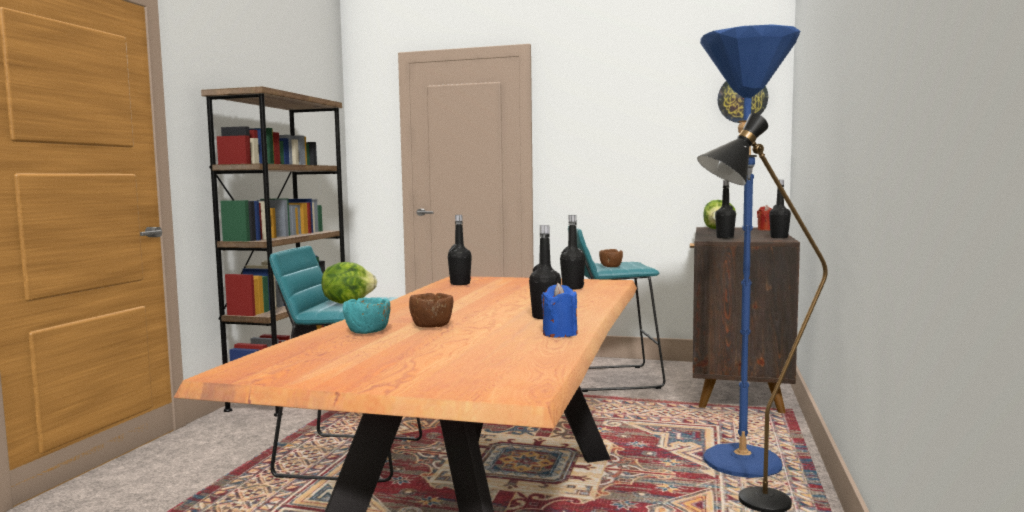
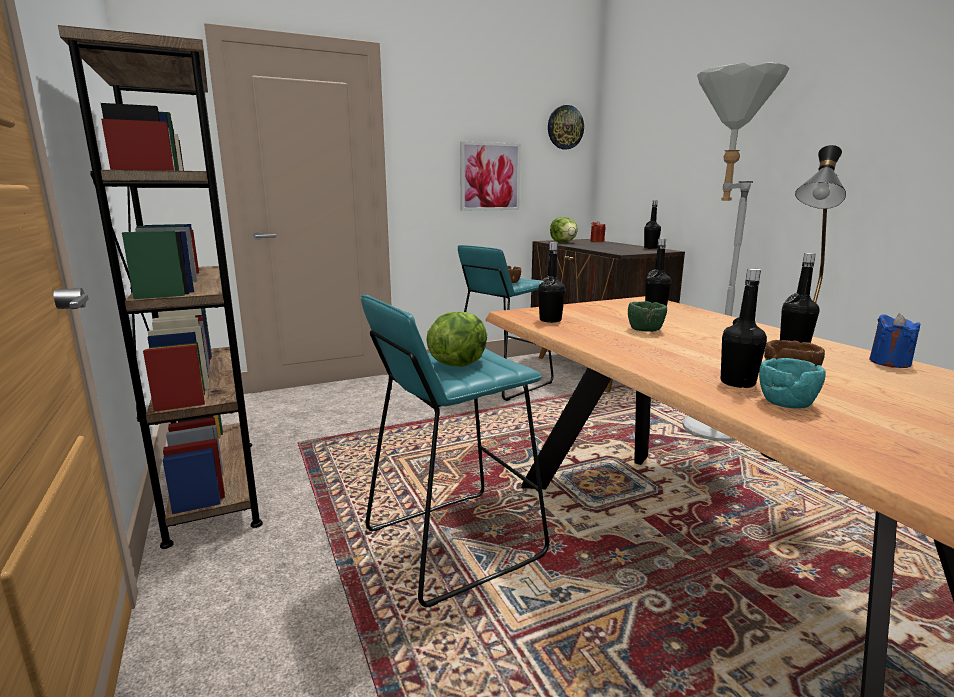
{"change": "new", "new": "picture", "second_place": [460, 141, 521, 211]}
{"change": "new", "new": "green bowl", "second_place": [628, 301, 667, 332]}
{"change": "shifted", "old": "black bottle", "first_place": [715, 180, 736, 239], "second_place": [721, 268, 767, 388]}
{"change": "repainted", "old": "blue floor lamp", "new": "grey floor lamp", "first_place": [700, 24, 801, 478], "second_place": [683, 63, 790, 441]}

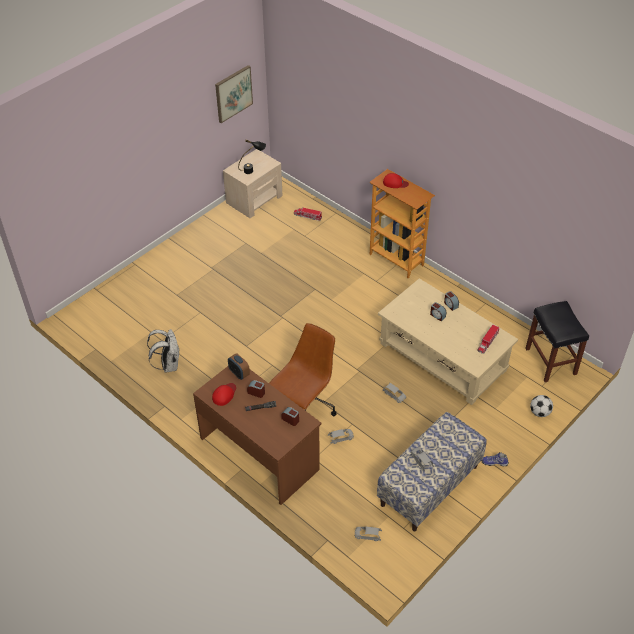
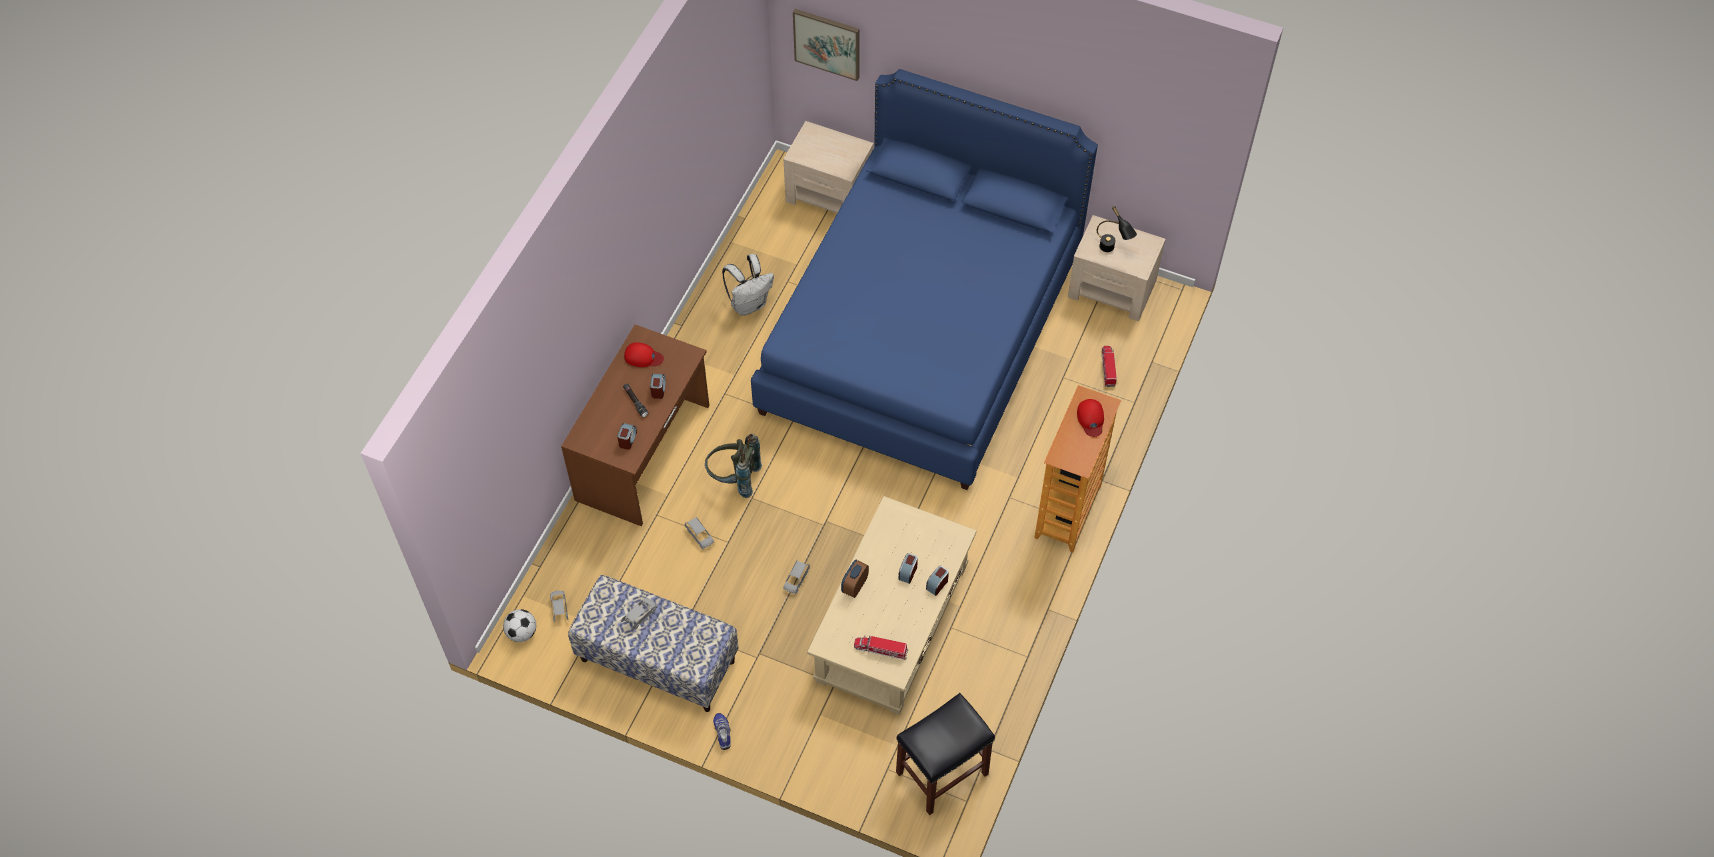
{"change": "new", "new": "blue bed", "second_place": [751, 69, 1098, 490]}
{"change": "new", "new": "beige nightstand", "second_place": [784, 121, 874, 213]}
{"change": "shifted", "old": "picture", "first_place": [215, 65, 253, 123], "second_place": [793, 9, 859, 81]}
{"change": "shifted", "old": "alarm clock", "first_place": [228, 353, 250, 380], "second_place": [841, 560, 869, 598]}
{"change": "shifted", "old": "football", "first_place": [530, 395, 553, 417], "second_place": [503, 609, 536, 642]}
{"change": "swapped", "old": "brown office chair", "new": "grey backpack", "first_place": [269, 323, 336, 416], "second_place": [705, 433, 762, 498]}

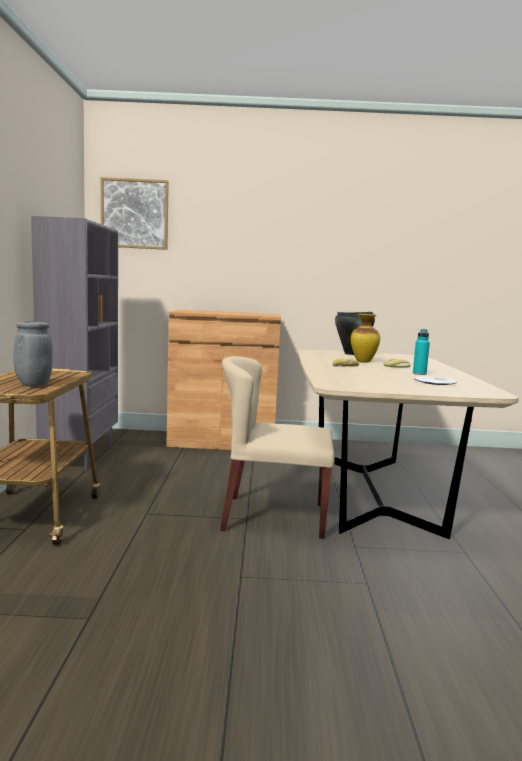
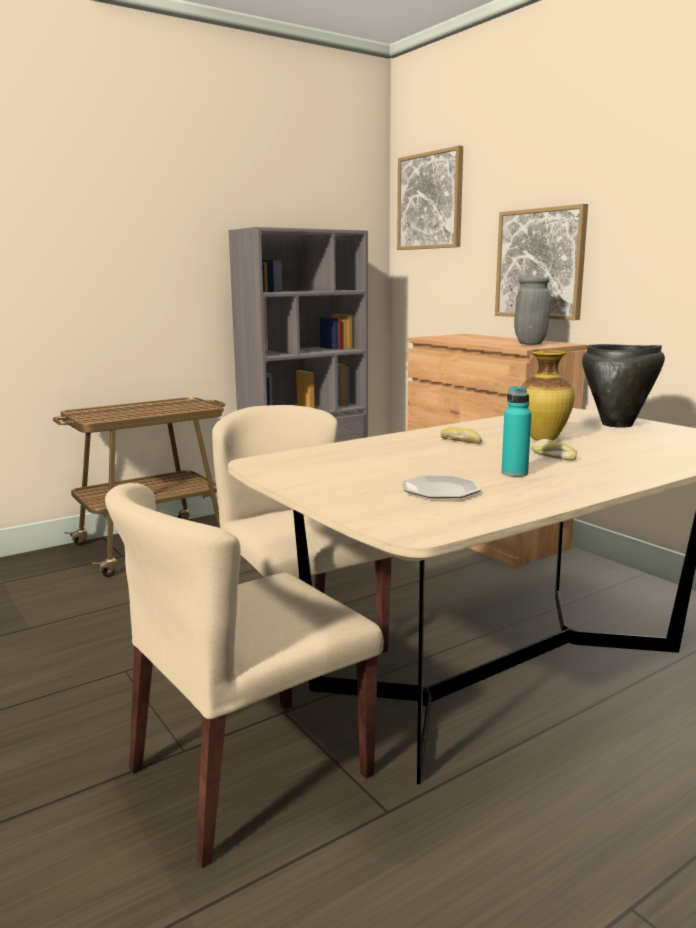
{"change": "new", "new": "beige chair", "second_place": [105, 483, 384, 868]}
{"change": "new", "new": "picture", "second_place": [495, 204, 588, 320]}
{"change": "shifted", "old": "grey vase", "first_place": [14, 321, 53, 387], "second_place": [514, 277, 551, 345]}

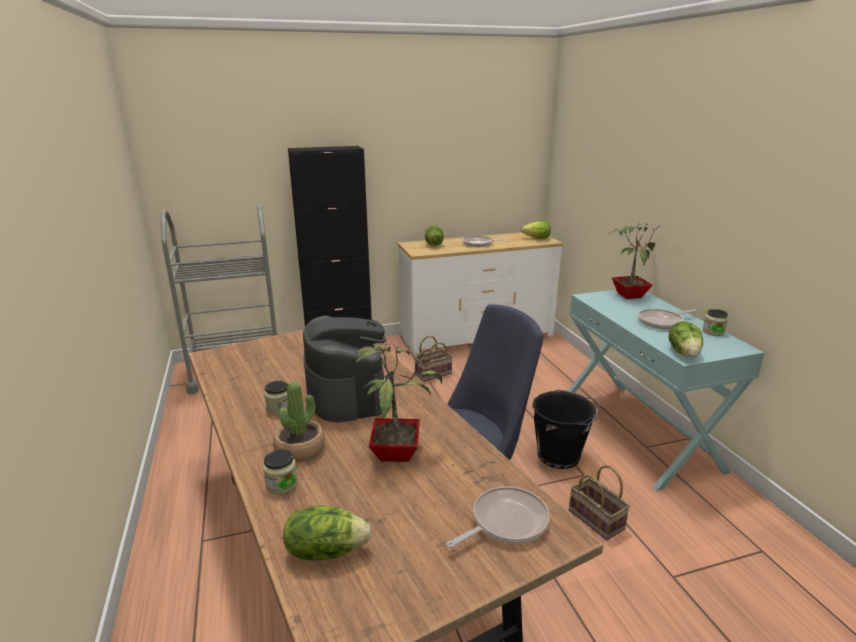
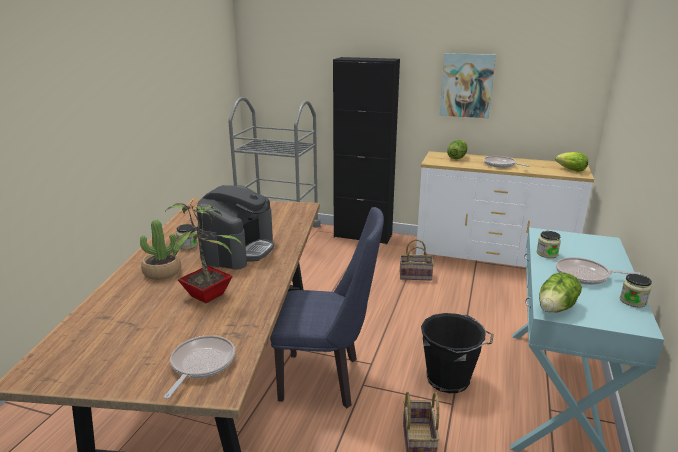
{"change": "gone", "old": "lettuce", "first_place": [283, 505, 371, 561]}
{"change": "gone", "old": "potted plant", "first_place": [609, 222, 659, 299]}
{"change": "new", "new": "picture", "second_place": [440, 53, 496, 118]}
{"change": "shifted", "old": "jar", "first_place": [263, 450, 298, 494], "second_place": [537, 231, 561, 258]}
{"change": "rotated", "old": "frying pan", "first_place": [447, 486, 550, 548], "second_place": [164, 335, 235, 399], "degrees": -75}

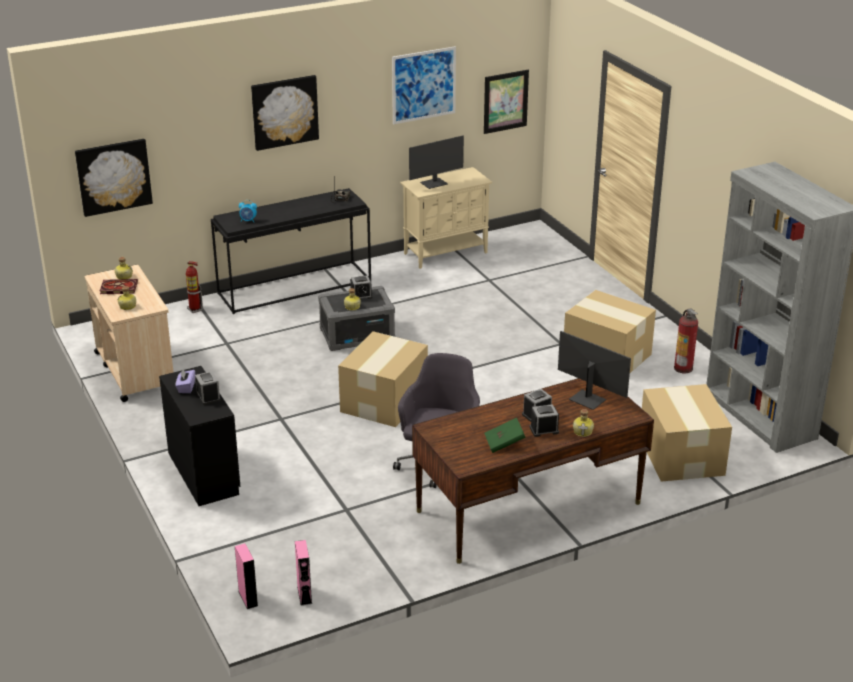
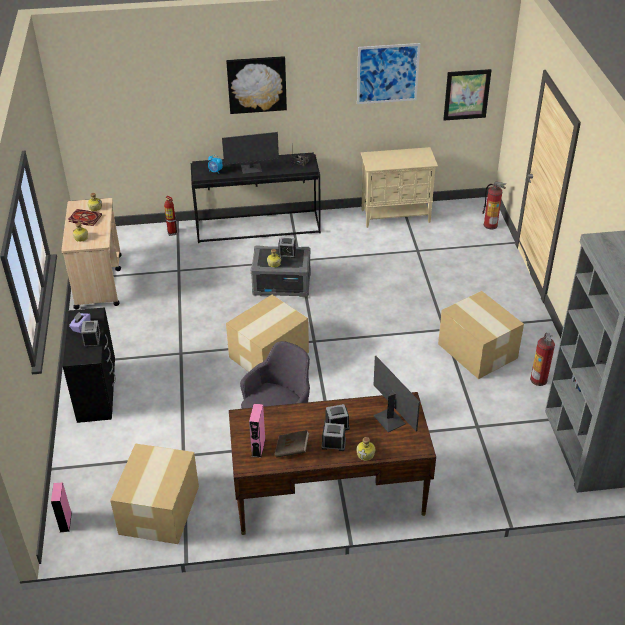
{"change": "gone", "old": "picture", "first_place": [75, 139, 153, 217]}
{"change": "new", "new": "fire extinguisher", "second_place": [482, 182, 506, 230]}
{"change": "shifted", "old": "pink speaker", "first_place": [295, 540, 312, 605], "second_place": [249, 404, 266, 458]}
{"change": "shifted", "old": "monitor", "first_place": [409, 135, 464, 189], "second_place": [222, 132, 279, 174]}
{"change": "shifted", "old": "cardboard box", "first_place": [642, 384, 732, 482], "second_place": [110, 443, 199, 544]}
{"change": "repainted", "old": "green book", "new": "brown book", "first_place": [484, 418, 526, 453], "second_place": [275, 430, 309, 458]}

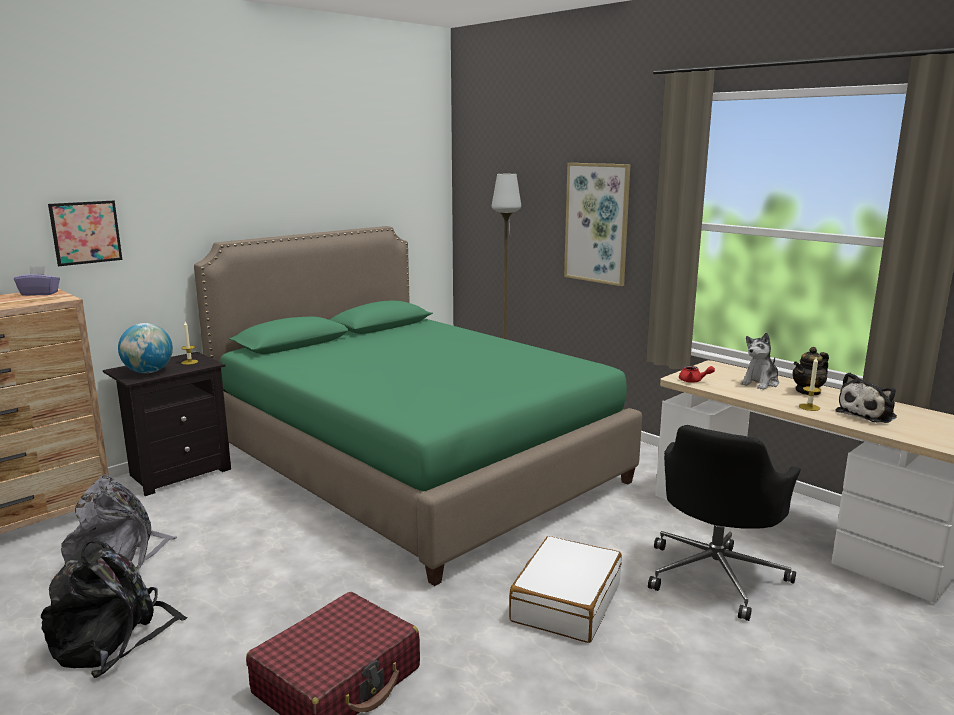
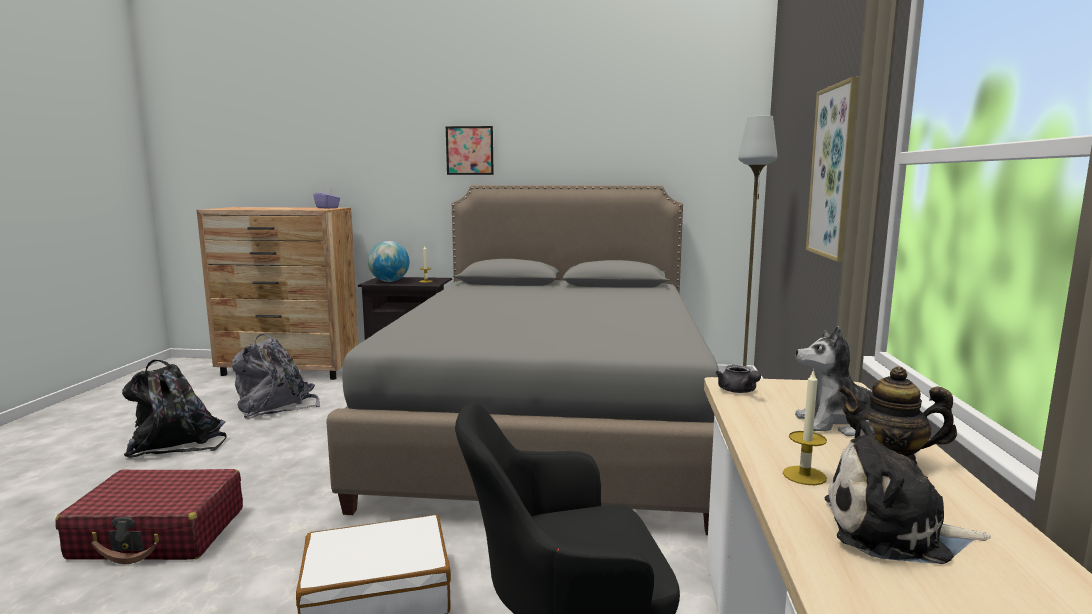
{"change": "shifted", "old": "picture", "first_place": [48, 201, 122, 266], "second_place": [446, 126, 494, 175]}
{"change": "repainted", "old": "green bed", "new": "grey bed", "first_place": [194, 226, 642, 586], "second_place": [326, 185, 719, 535]}
{"change": "repainted", "old": "red teapot", "new": "grey teapot", "first_place": [679, 366, 715, 383], "second_place": [716, 365, 761, 393]}

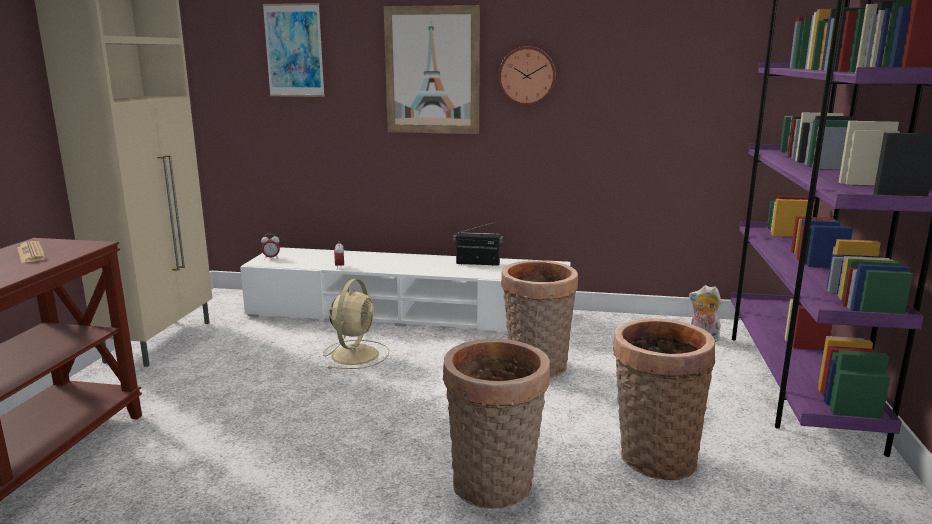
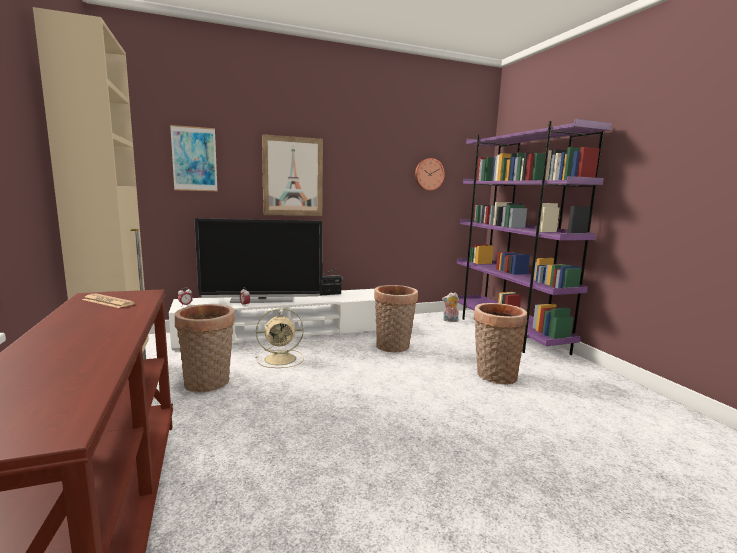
{"change": "new", "new": "television", "second_place": [194, 218, 323, 303]}
{"change": "shifted", "old": "basket", "first_place": [443, 339, 550, 509], "second_place": [175, 304, 235, 393]}
{"change": "shifted", "old": "wall clock", "first_place": [498, 46, 556, 106], "second_place": [415, 158, 445, 191]}
{"change": "rotated", "old": "beige fan", "first_place": [323, 279, 389, 369], "second_place": [255, 308, 304, 368], "degrees": 90}

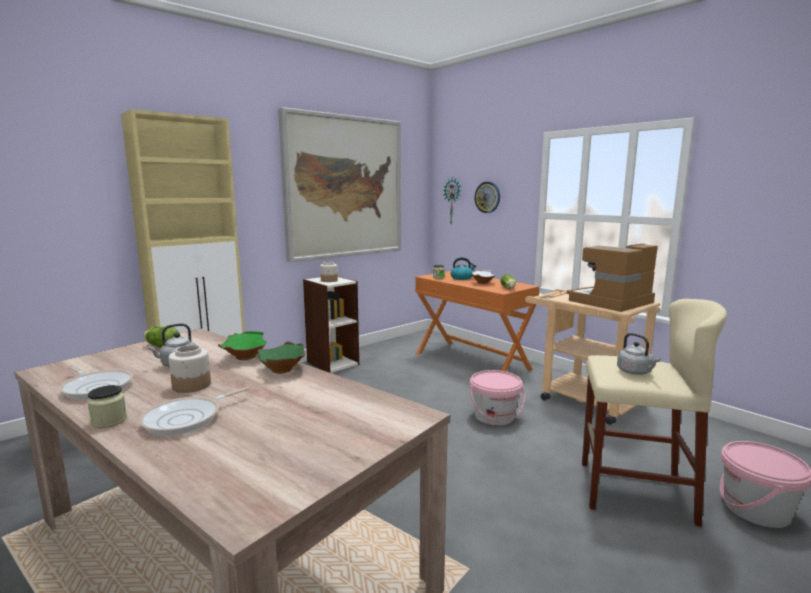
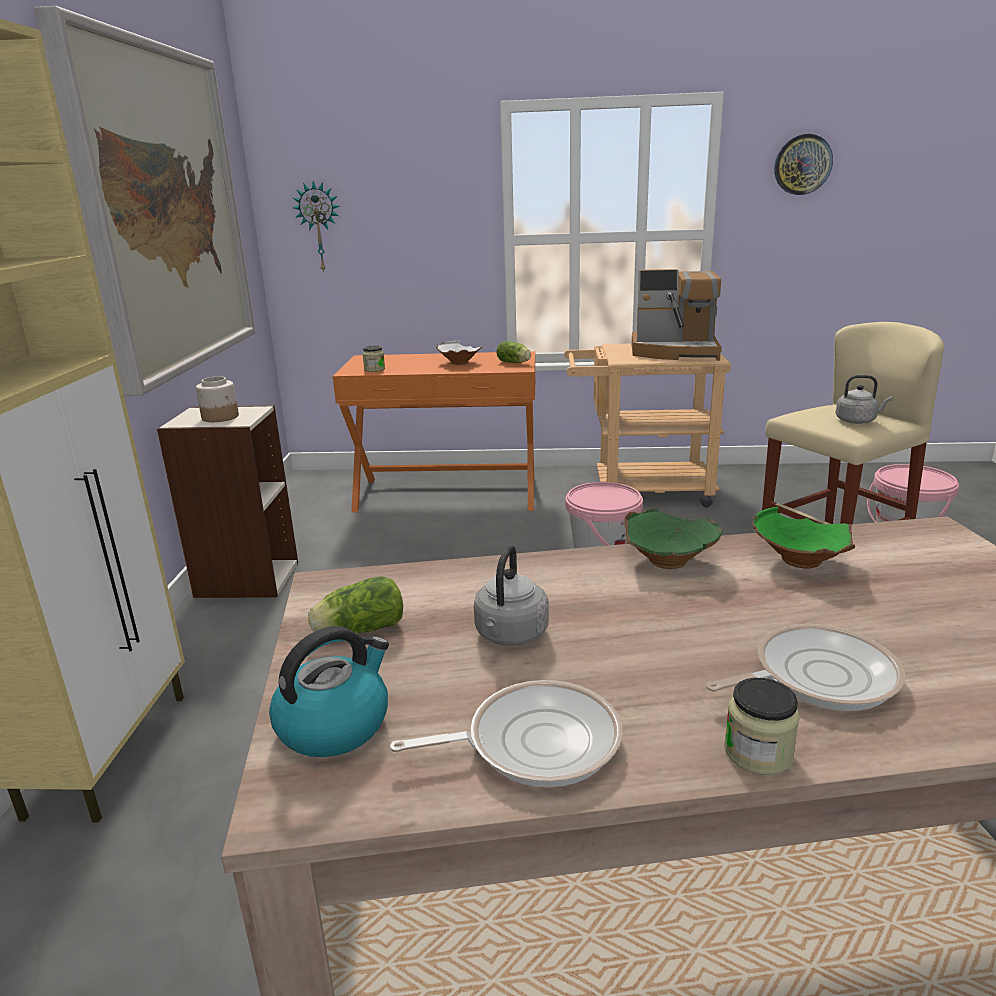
{"change": "gone", "old": "jar", "first_place": [169, 345, 211, 393]}
{"change": "shifted", "old": "green bowl", "first_place": [218, 331, 267, 360], "second_place": [753, 507, 855, 569]}
{"change": "shifted", "old": "kettle", "first_place": [451, 257, 476, 280], "second_place": [269, 626, 389, 757]}
{"change": "shifted", "old": "wall clock", "first_place": [475, 182, 500, 213], "second_place": [774, 134, 833, 195]}
{"change": "rotated", "old": "frying pan", "first_place": [139, 387, 249, 436], "second_place": [706, 624, 905, 711], "degrees": -105}
{"change": "rotated", "old": "coffee machine", "first_place": [567, 244, 658, 312], "second_place": [632, 269, 722, 361], "degrees": -90}

